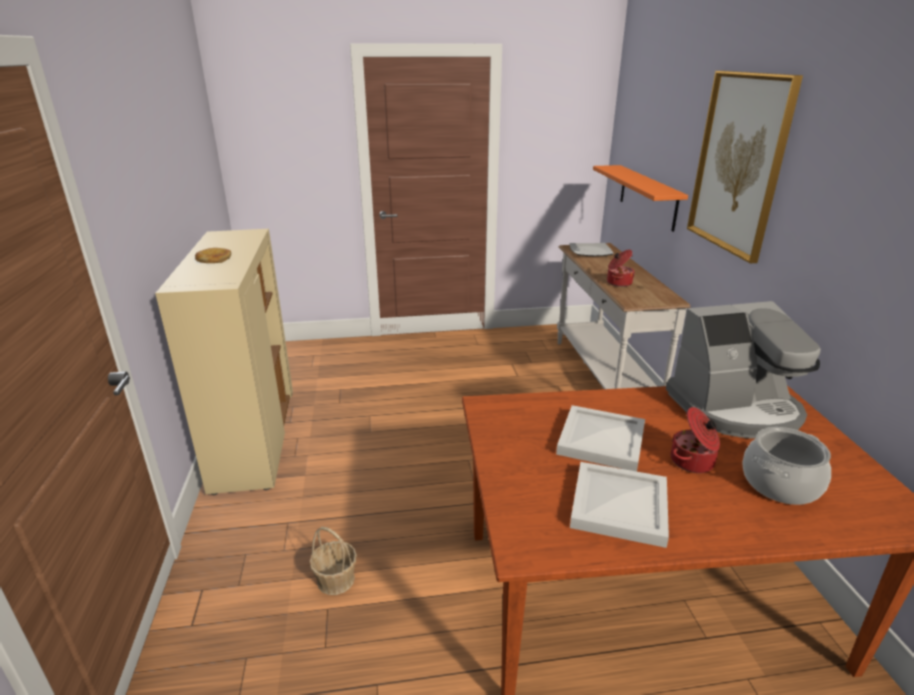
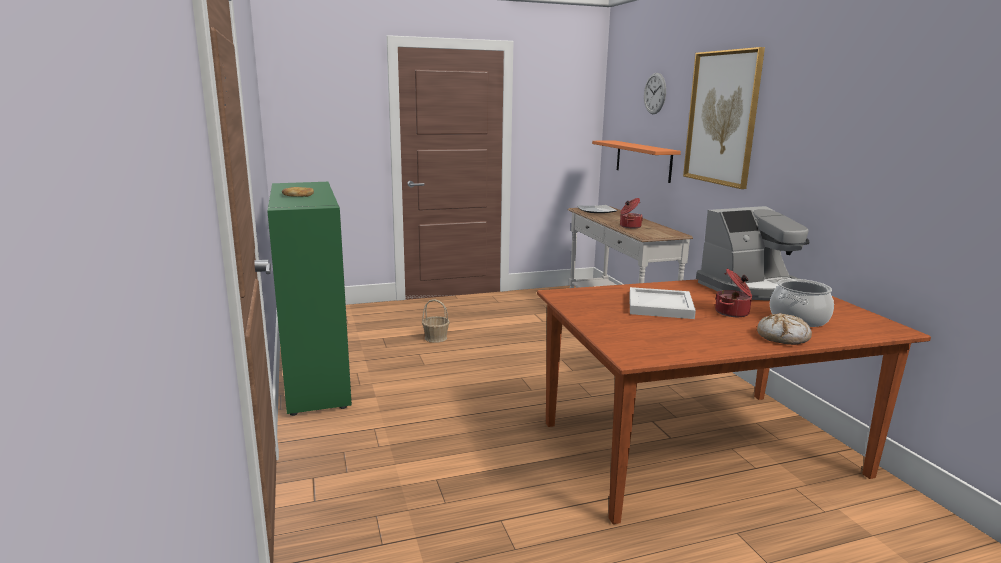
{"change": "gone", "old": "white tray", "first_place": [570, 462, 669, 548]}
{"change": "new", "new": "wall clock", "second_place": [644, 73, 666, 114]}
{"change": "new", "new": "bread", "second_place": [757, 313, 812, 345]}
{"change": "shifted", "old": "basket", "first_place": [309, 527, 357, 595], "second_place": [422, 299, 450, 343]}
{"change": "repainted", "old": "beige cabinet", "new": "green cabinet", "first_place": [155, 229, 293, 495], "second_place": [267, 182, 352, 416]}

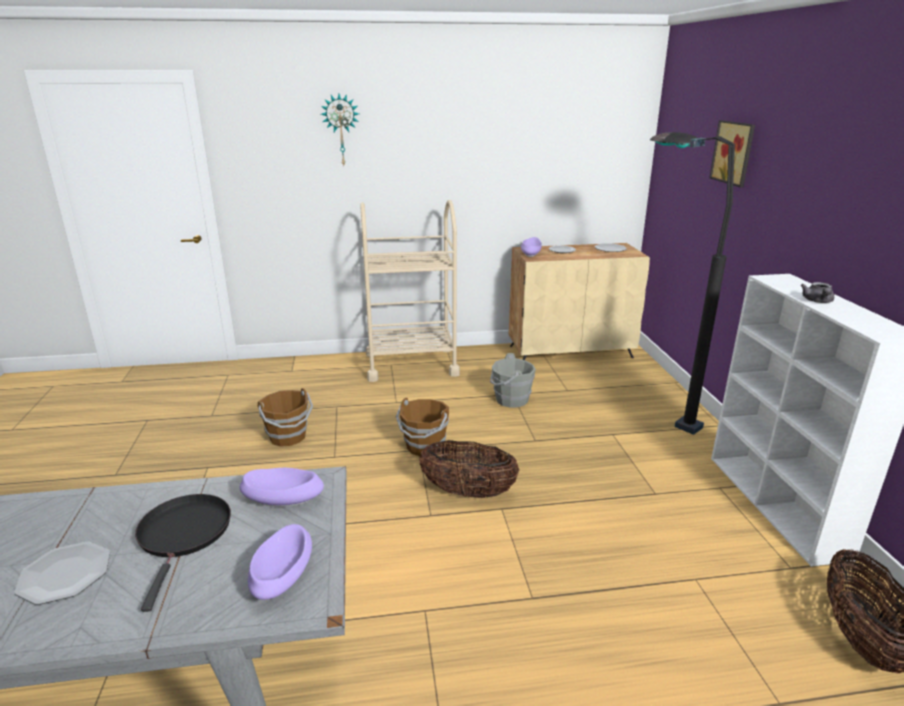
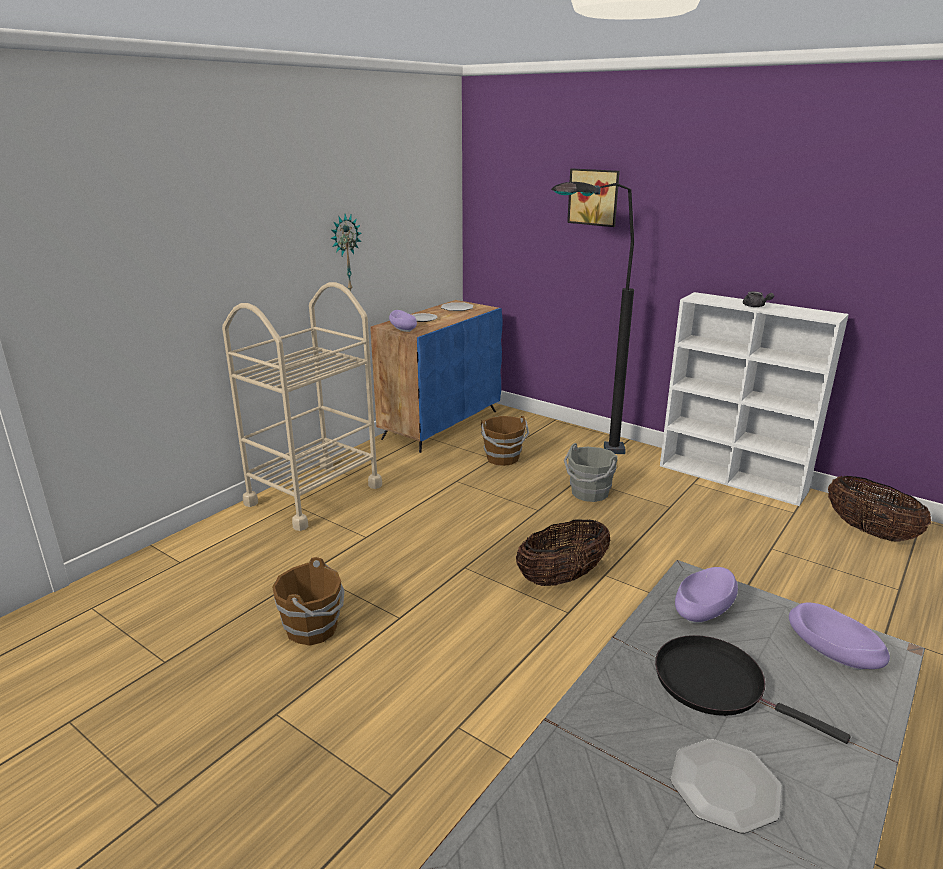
{"change": "shifted", "old": "wall clock", "first_place": [321, 94, 359, 166], "second_place": [330, 214, 362, 292]}
{"change": "shifted", "old": "brown bucket", "first_place": [396, 398, 449, 456], "second_place": [481, 416, 529, 466]}
{"change": "shifted", "old": "grey bucket", "first_place": [490, 353, 536, 408], "second_place": [564, 443, 617, 502]}
{"change": "repainted", "old": "beige cabinet", "new": "blue cabinet", "first_place": [508, 243, 650, 360], "second_place": [371, 300, 502, 453]}

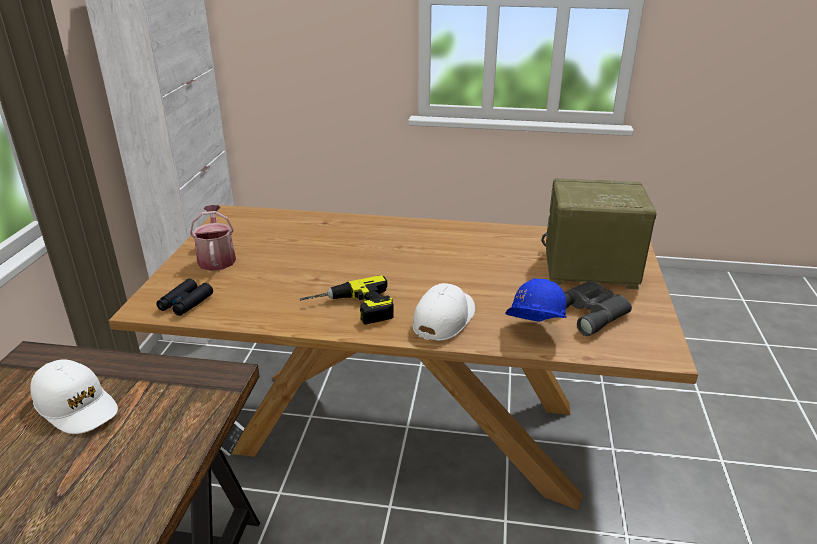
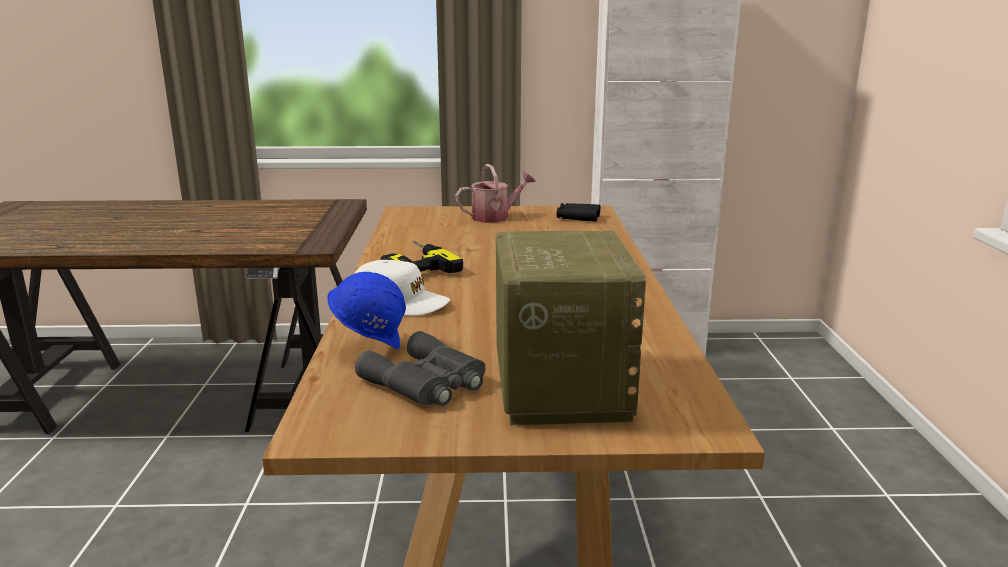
{"change": "gone", "old": "white cap", "first_place": [30, 359, 118, 434]}
{"change": "shifted", "old": "black binoculars", "first_place": [156, 278, 213, 316], "second_place": [557, 203, 600, 222]}

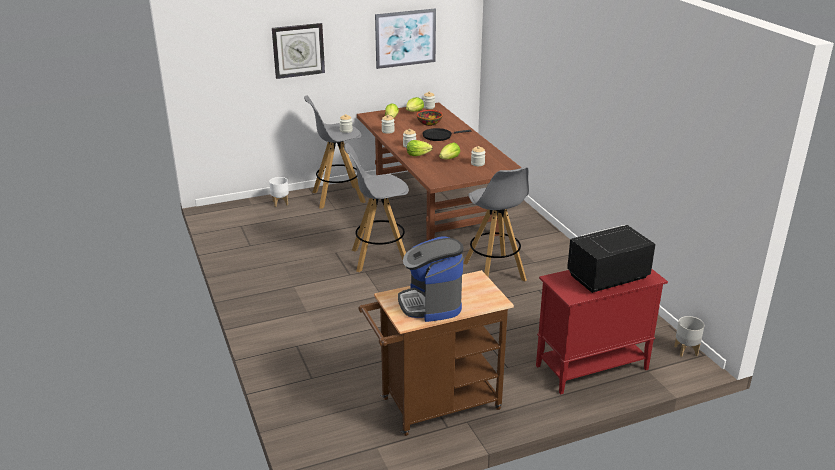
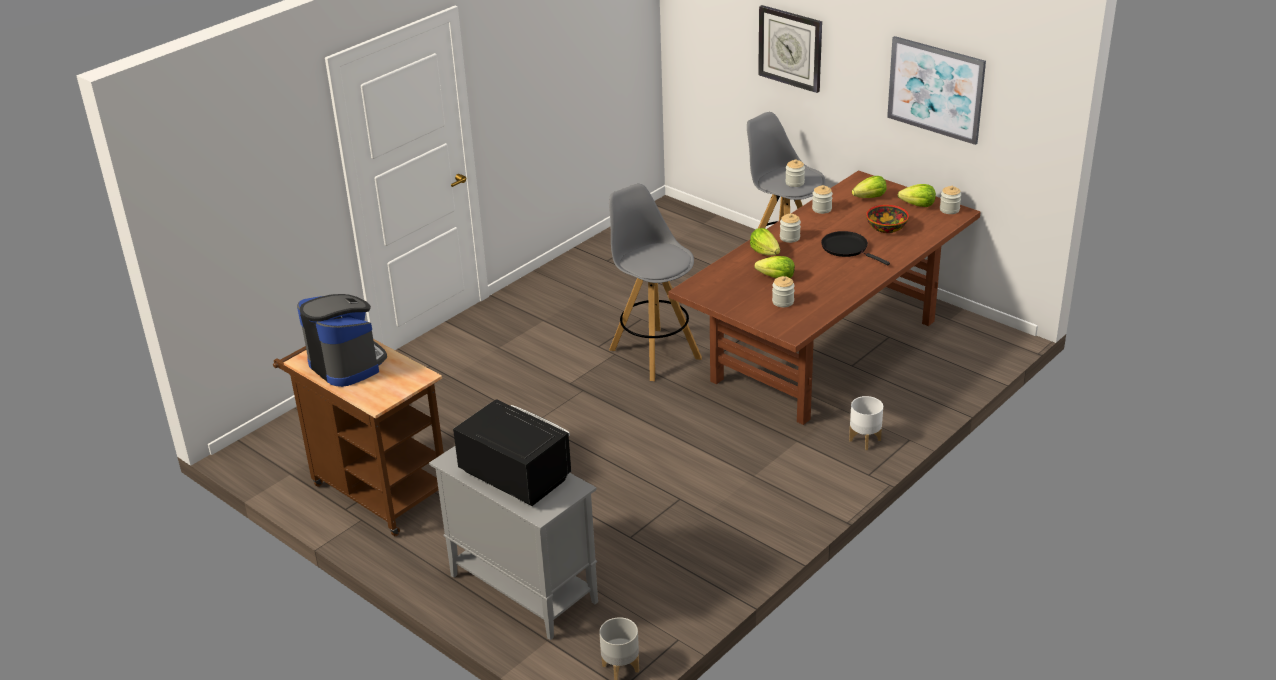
{"change": "gone", "old": "grey stool", "first_place": [463, 167, 529, 282]}
{"change": "shifted", "old": "white planter", "first_place": [269, 177, 289, 207], "second_place": [849, 396, 883, 450]}
{"change": "repainted", "old": "red cabinet", "new": "grey cabinet", "first_place": [536, 269, 668, 394], "second_place": [429, 446, 598, 640]}
{"change": "rotated", "old": "coffee machine", "first_place": [398, 236, 464, 322], "second_place": [297, 294, 387, 387], "degrees": 90}

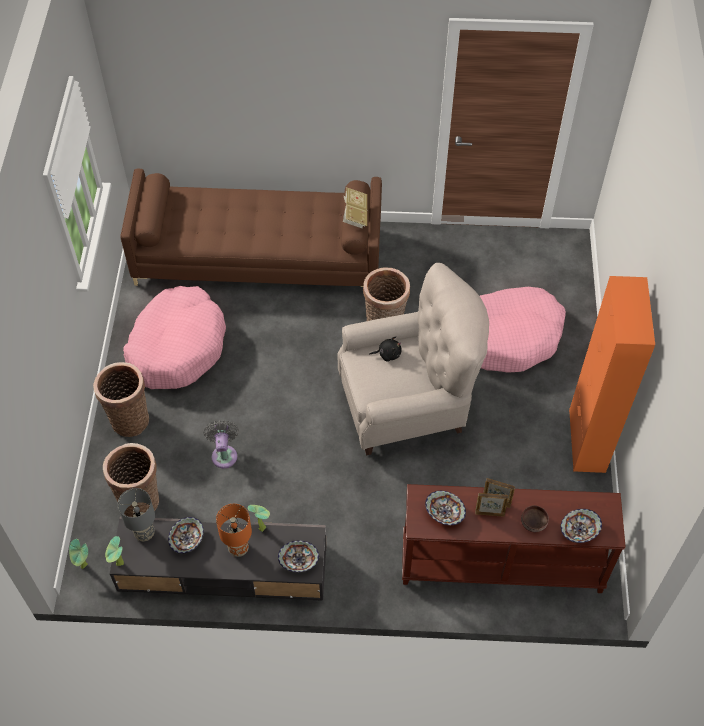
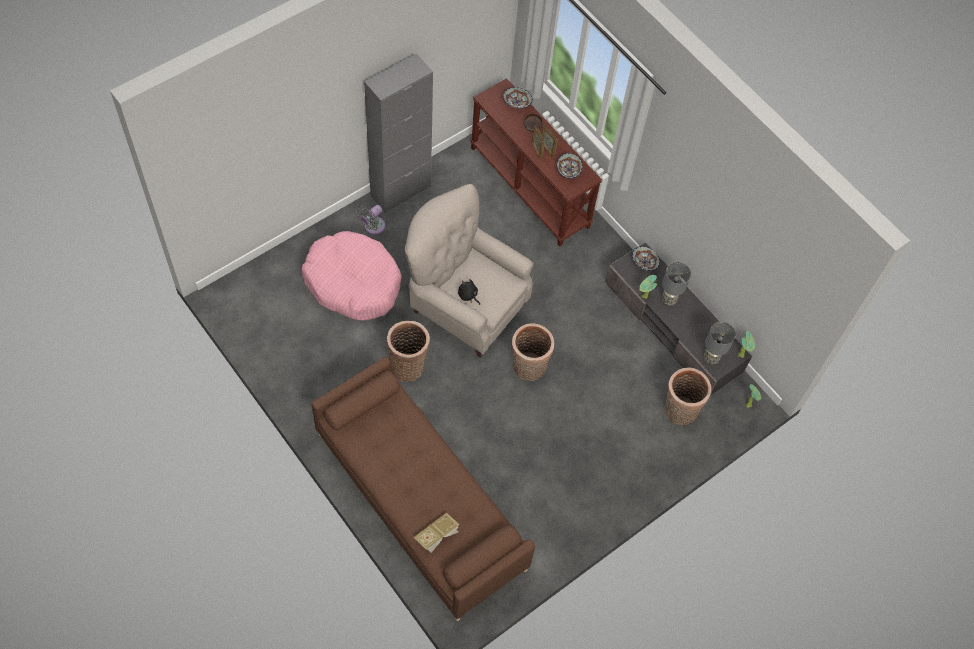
{"change": "gone", "old": "pink dog bed", "first_place": [123, 286, 226, 389]}
{"change": "gone", "old": "bowl", "first_place": [168, 517, 204, 554]}
{"change": "shifted", "old": "basket", "first_place": [93, 362, 149, 437], "second_place": [512, 323, 554, 381]}
{"change": "shifted", "old": "grey fan", "first_place": [204, 420, 239, 468], "second_place": [356, 205, 385, 235]}
{"change": "shifted", "old": "book", "first_place": [343, 187, 367, 228], "second_place": [413, 512, 460, 553]}
{"change": "repainted", "old": "orange table lamp", "new": "grey table lamp", "first_place": [216, 504, 252, 557], "second_place": [662, 262, 691, 305]}
{"change": "repainted", "old": "orange cabinet", "new": "grey cabinet", "first_place": [569, 276, 655, 473], "second_place": [364, 54, 433, 213]}

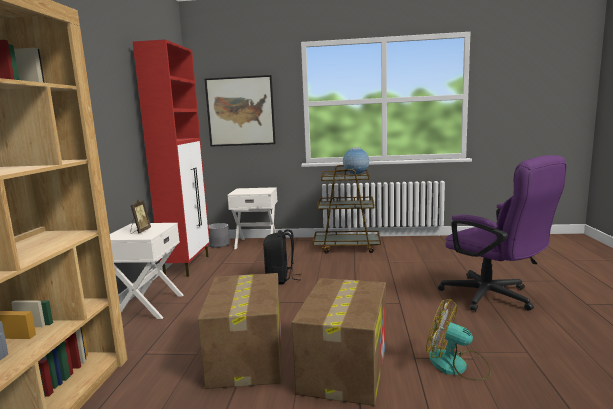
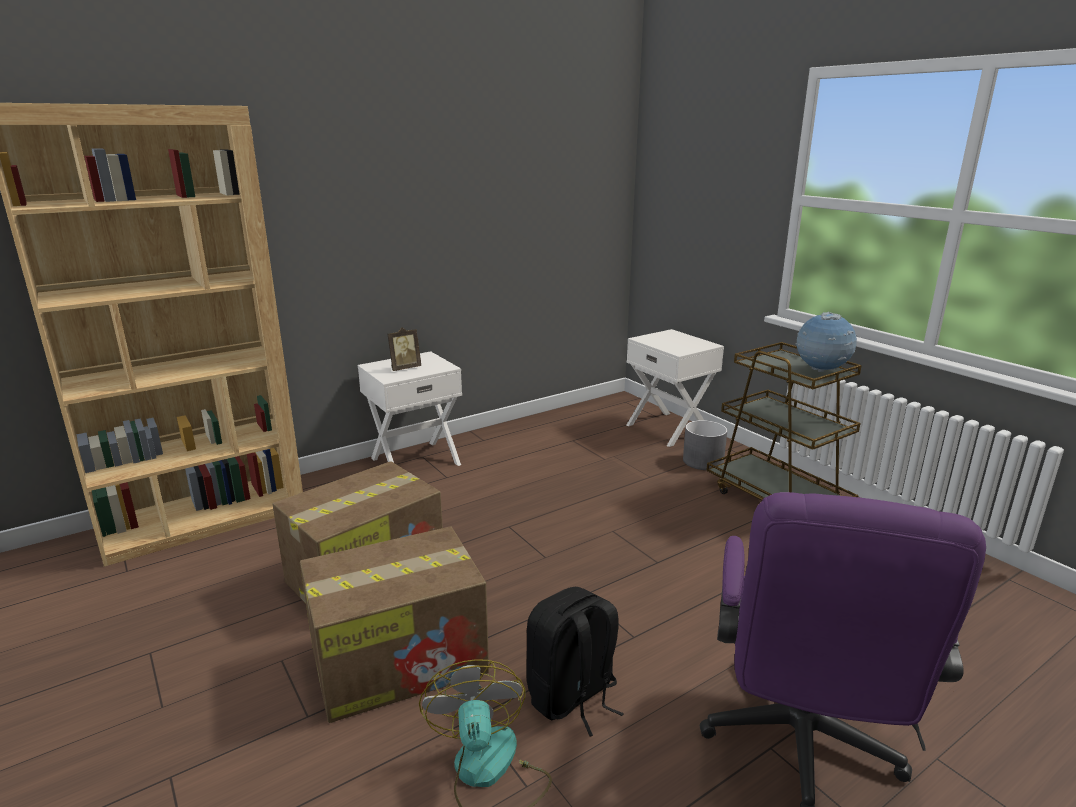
{"change": "gone", "old": "red cabinet", "first_place": [133, 39, 210, 277]}
{"change": "gone", "old": "picture", "first_place": [205, 75, 276, 147]}
{"change": "shifted", "old": "grey planter", "first_place": [208, 223, 230, 248], "second_place": [683, 420, 728, 470]}
{"change": "shifted", "old": "black backpack", "first_place": [263, 229, 300, 284], "second_place": [526, 587, 624, 737]}

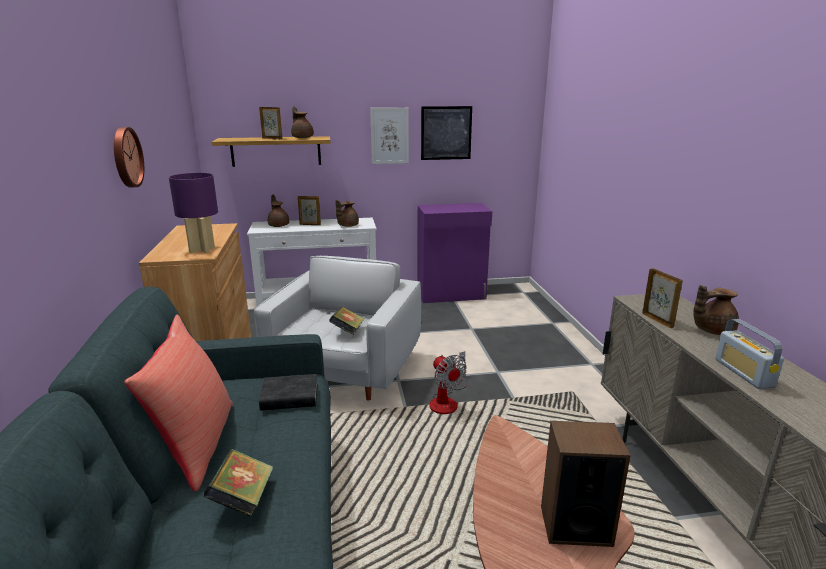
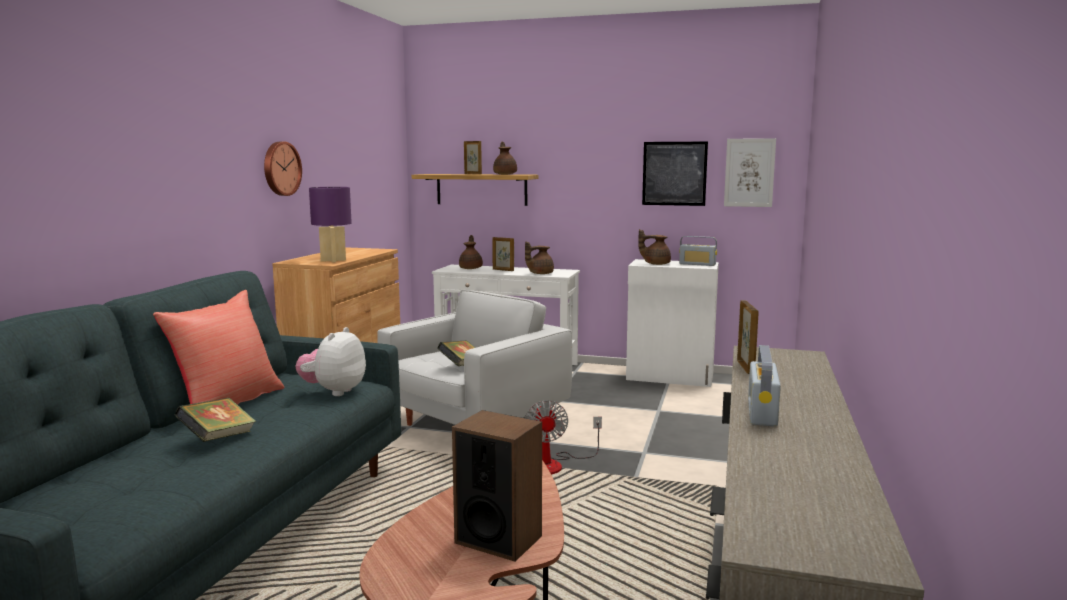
{"change": "new", "new": "radio", "second_place": [679, 236, 717, 266]}
{"change": "shifted", "old": "picture", "first_place": [370, 108, 409, 164], "second_place": [724, 138, 776, 207]}
{"change": "shifted", "old": "brown teapot", "first_place": [693, 285, 739, 335], "second_place": [638, 229, 671, 265]}
{"change": "swapped", "old": "black book", "new": "plush toy", "first_place": [259, 374, 317, 411], "second_place": [296, 327, 366, 396]}
{"change": "repainted", "old": "purple cabinet", "new": "white cabinet", "first_place": [417, 203, 492, 303], "second_place": [626, 259, 719, 387]}

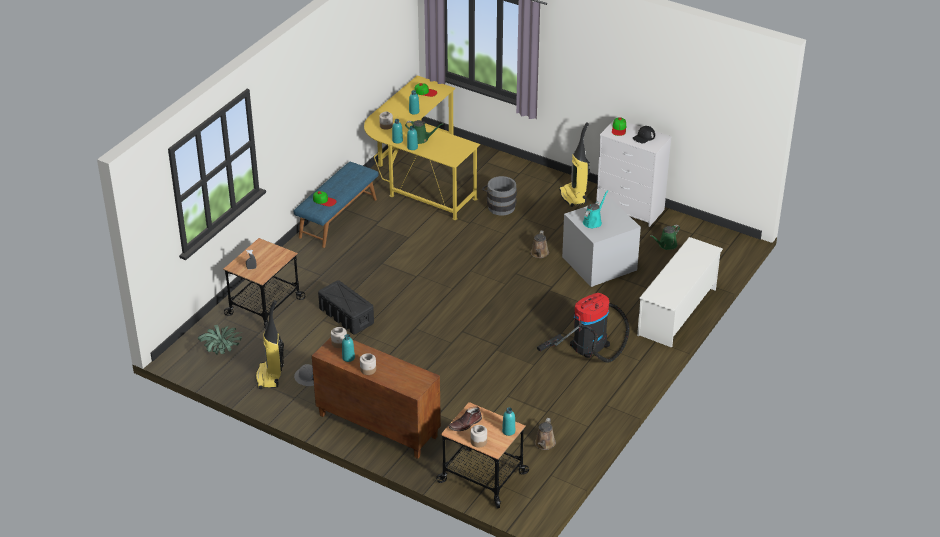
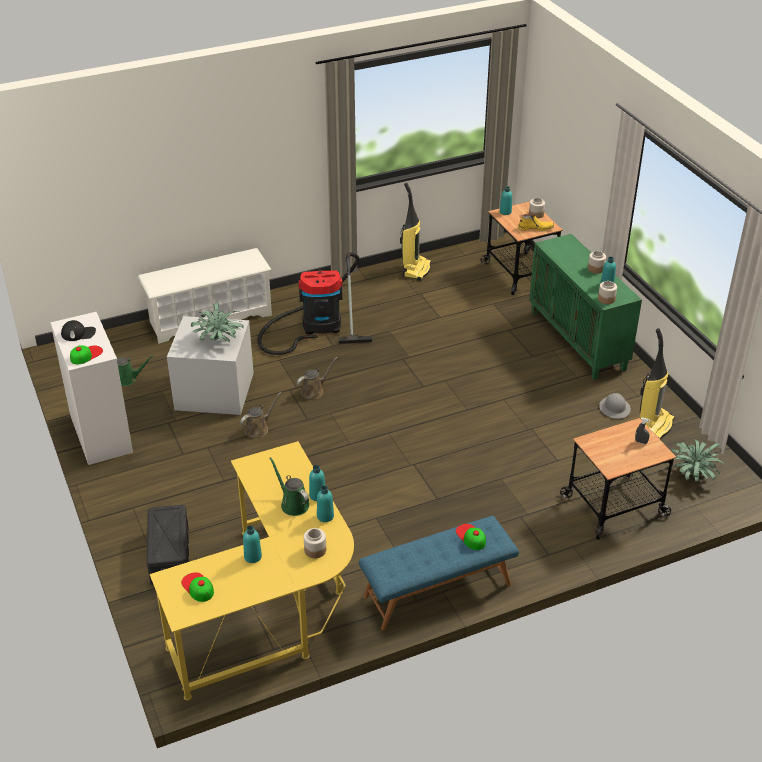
{"change": "gone", "old": "grey bucket", "first_place": [482, 176, 517, 216]}
{"change": "shifted", "old": "black storage box", "first_place": [318, 280, 374, 334], "second_place": [147, 505, 189, 585]}
{"change": "shifted", "old": "brown watering can", "first_place": [535, 418, 556, 450], "second_place": [297, 357, 338, 399]}
{"change": "shifted", "old": "vacuum cleaner", "first_place": [559, 123, 590, 207], "second_place": [400, 182, 431, 281]}
{"change": "swapped", "old": "turquoise watering can", "new": "potted plant", "first_place": [583, 190, 608, 228], "second_place": [190, 302, 243, 342]}
{"change": "repainted", "old": "brown cabinet", "new": "green cabinet", "first_place": [312, 337, 441, 459], "second_place": [529, 234, 642, 380]}
{"change": "repainted", "old": "brown boot", "new": "yellow boot", "first_place": [448, 407, 482, 431], "second_place": [518, 214, 554, 231]}

